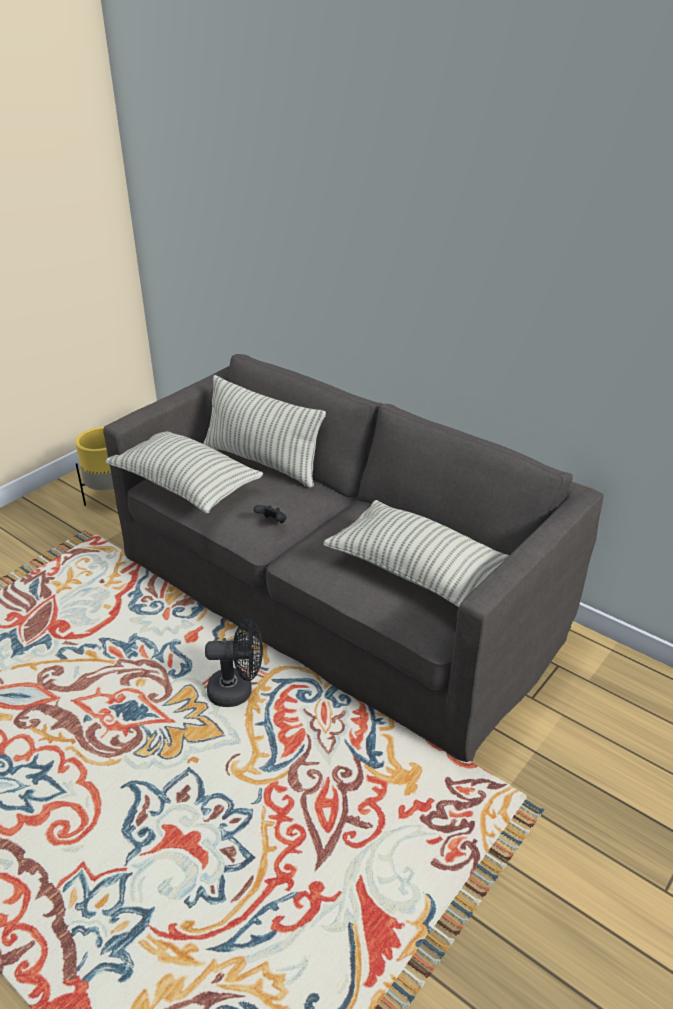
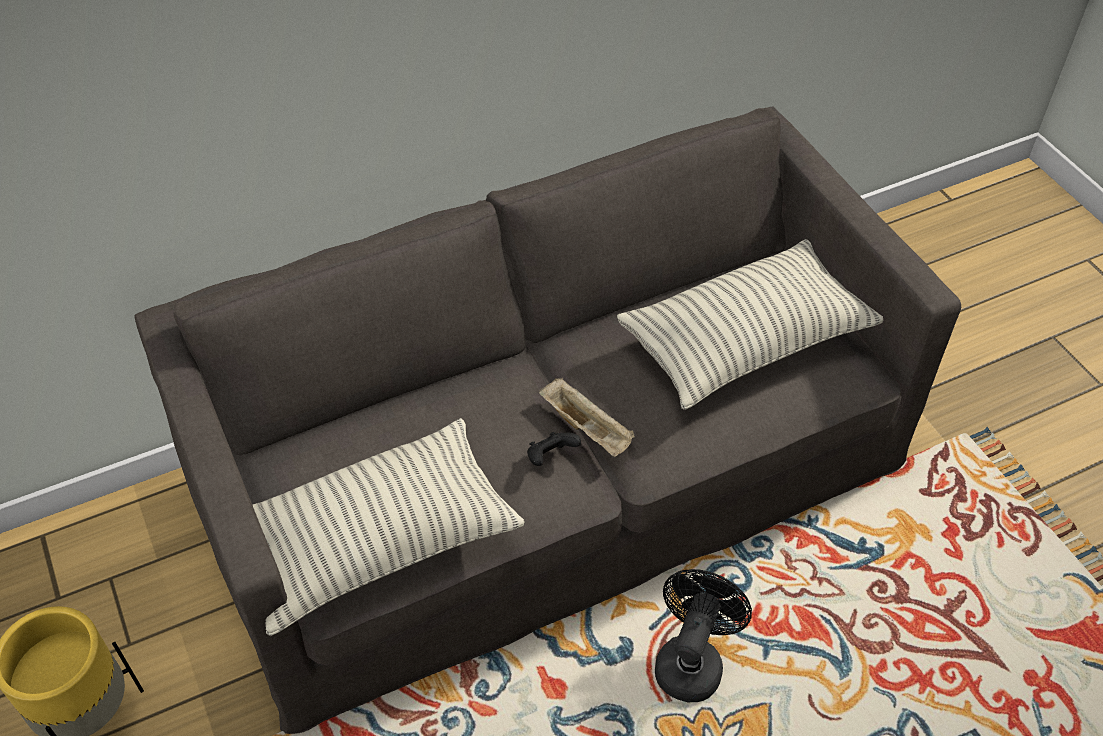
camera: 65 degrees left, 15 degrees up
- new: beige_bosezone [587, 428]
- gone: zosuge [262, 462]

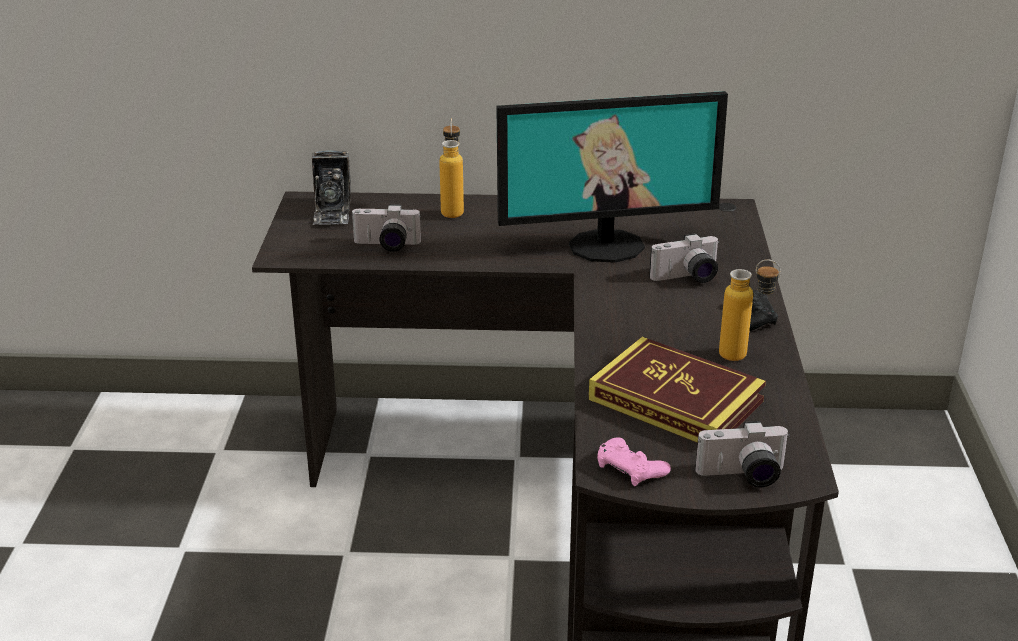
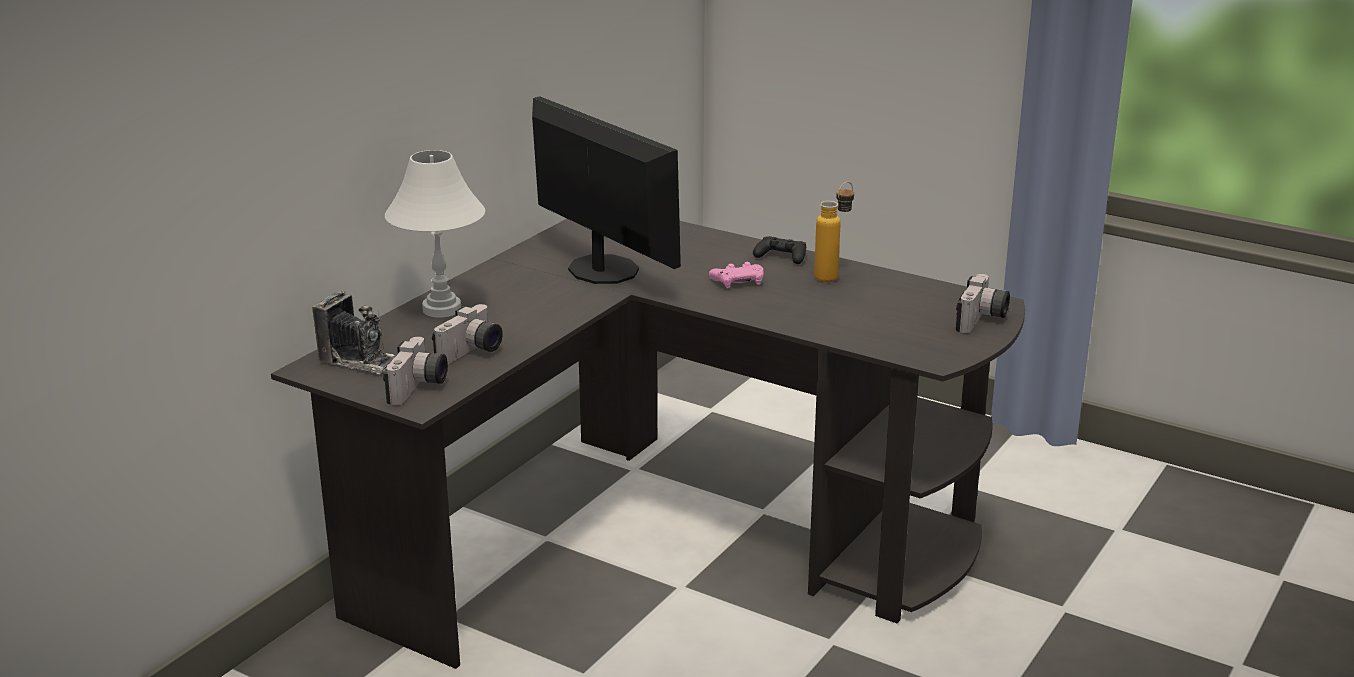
camera: 60 degrees left, 5 degrees down
- shifted: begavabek [687, 278] to [419, 388]
- swapped: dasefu [452, 209] to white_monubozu [442, 309]
- rotated: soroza [606, 245] = [601, 270] 60 degrees counterclockwise
- shifted: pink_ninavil [630, 469] to [738, 281]
- gone: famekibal [675, 400]

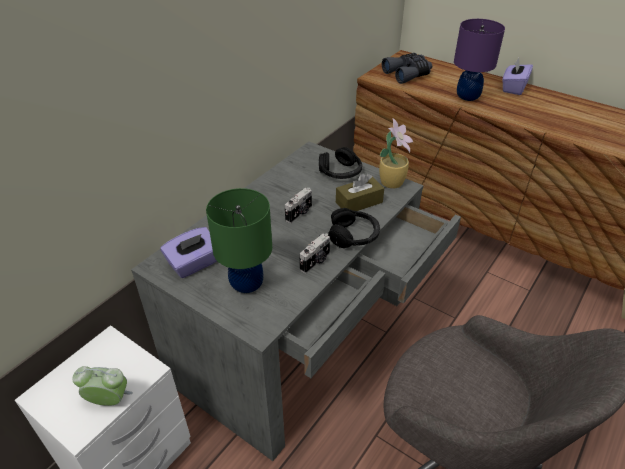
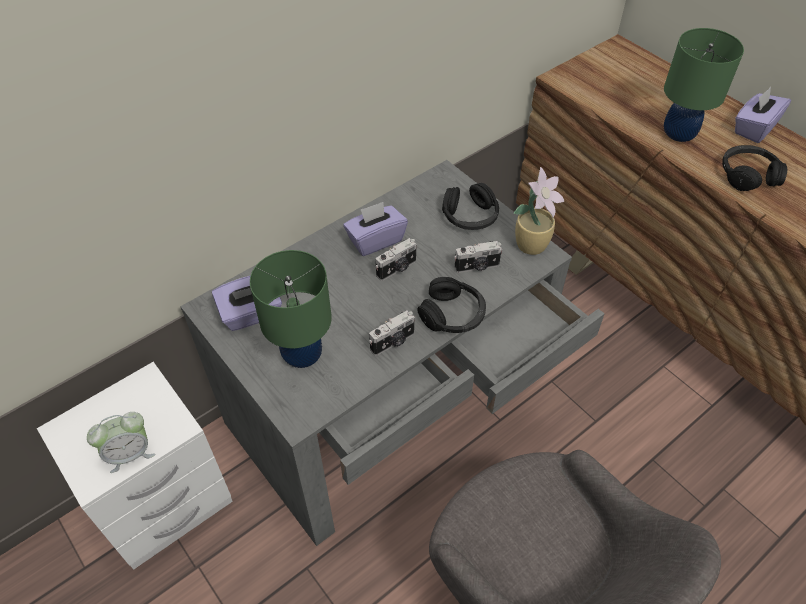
camera: 15 degrees right, 10 degrees up
- rotated: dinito [109, 400] = [130, 454] 135 degrees clockwise
- new: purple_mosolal [375, 240]
- swapped: brown_mosolal [359, 202] to begavabek [477, 267]
- repainted: purple_monubozu [468, 98] to green_monubozu [678, 136]
- new: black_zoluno [748, 175]
- gone: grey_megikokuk [408, 74]

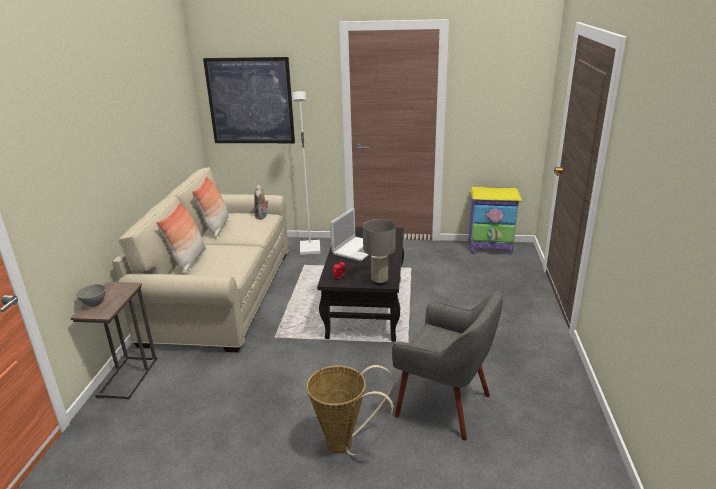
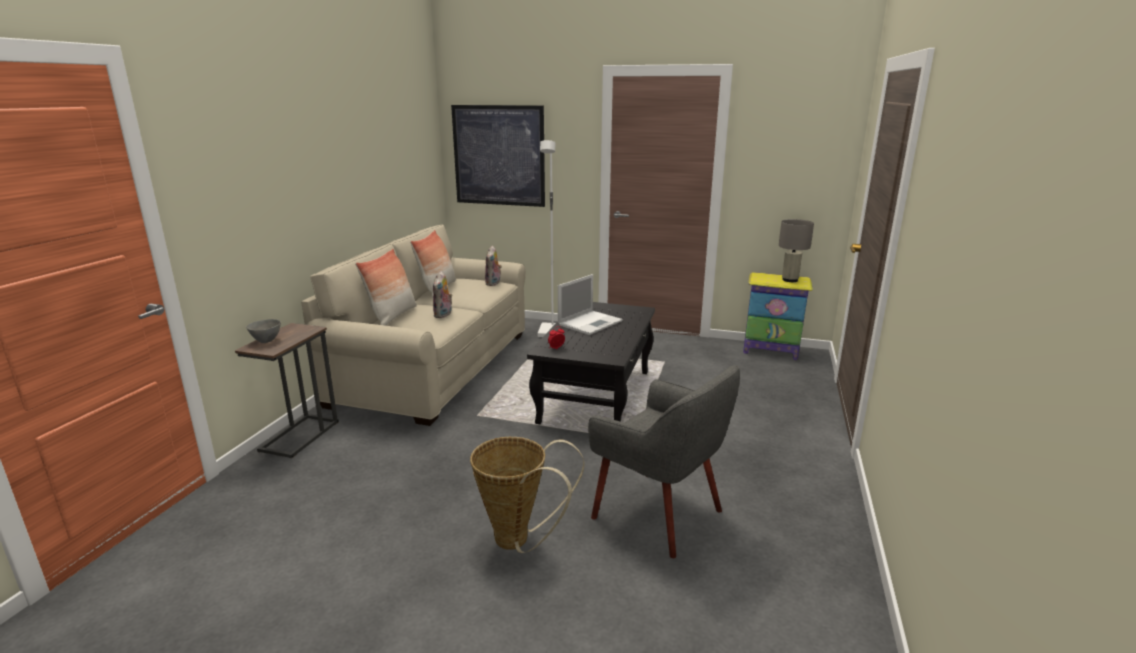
camera: 10 degrees right, 5 degrees down
- new: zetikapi [443, 315]
- shifted: grey_monubozu [380, 281] to [790, 280]

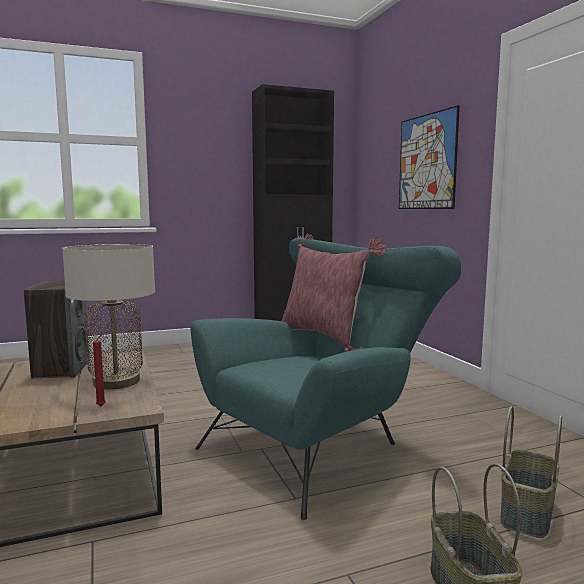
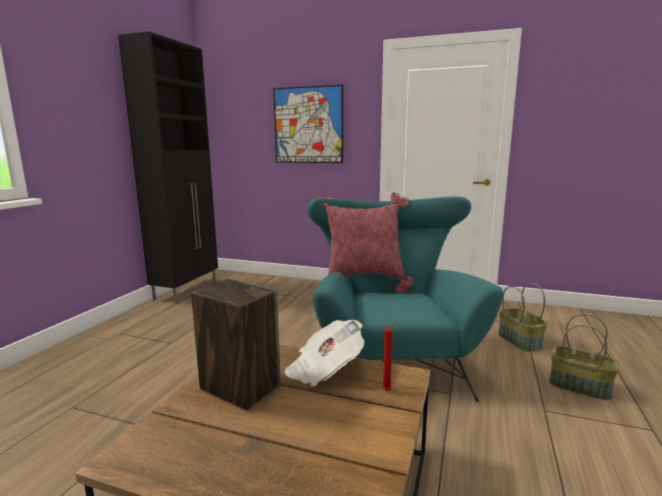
camera: 50 degrees left, 5 degrees up
- swapped: monubozu [116, 381] to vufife [324, 370]

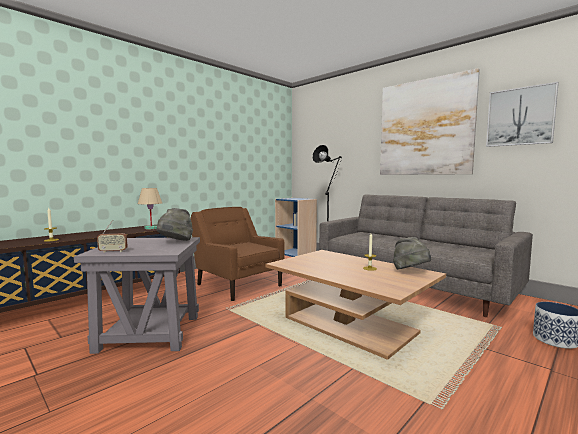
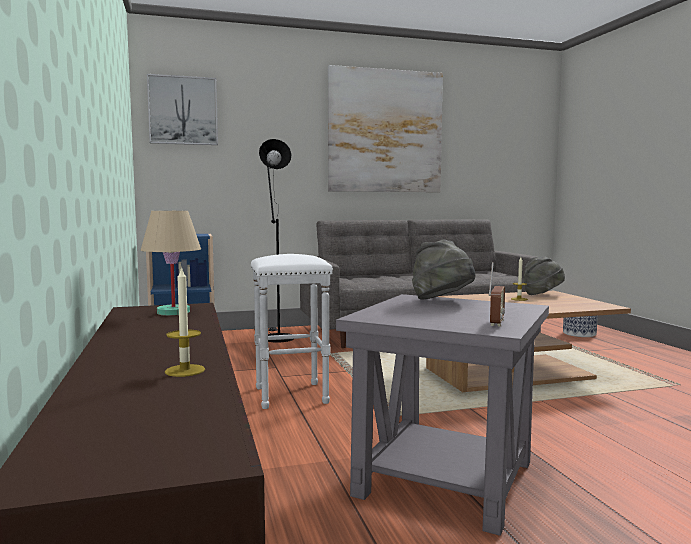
camera: 60 degrees left, 0 degrees up
- shifted: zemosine [520, 116] to [183, 110]
- swapped: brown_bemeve [238, 285] to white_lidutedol [289, 394]

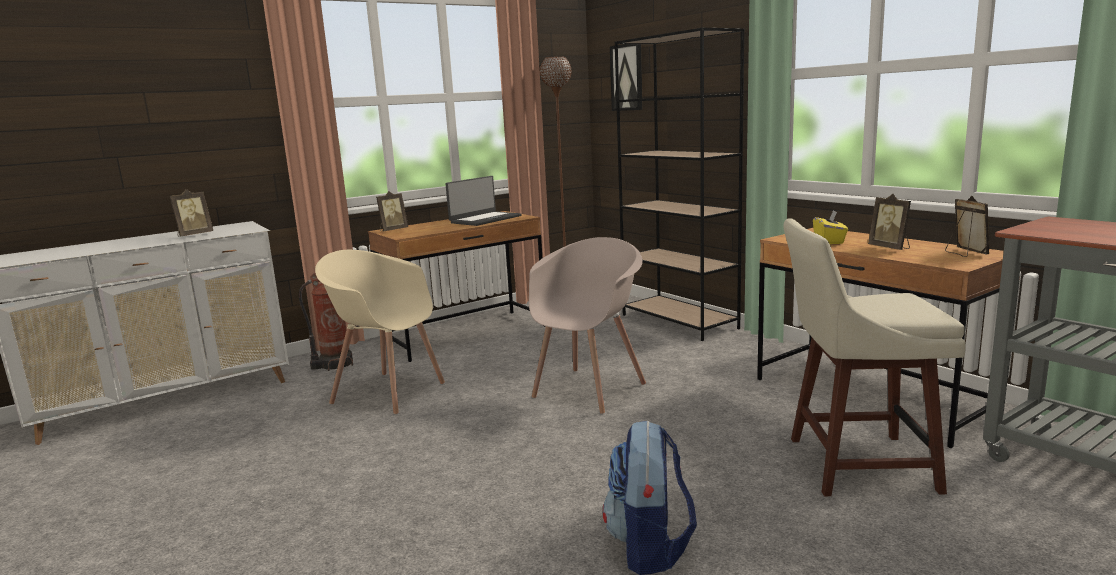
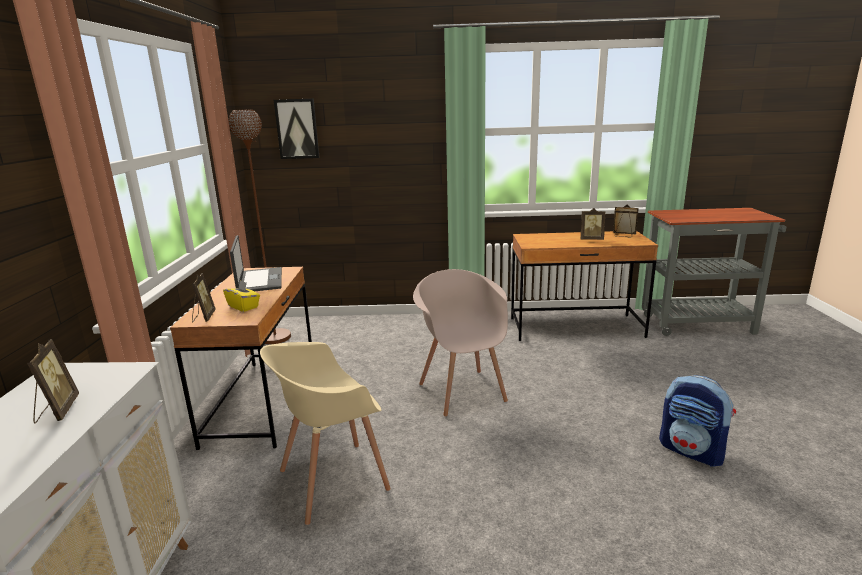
camera: 55 degrees left, 5 degrees up
- shifted: yellow_mosolal [829, 241] to [244, 306]
- gone: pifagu [334, 364]
- gone: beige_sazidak [680, 321]
- gone: beige_lidutedol [854, 464]

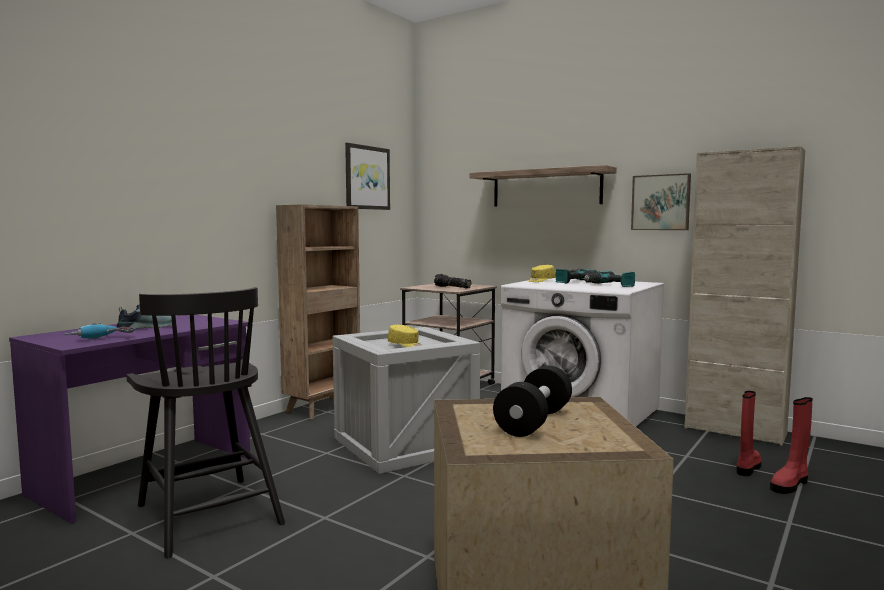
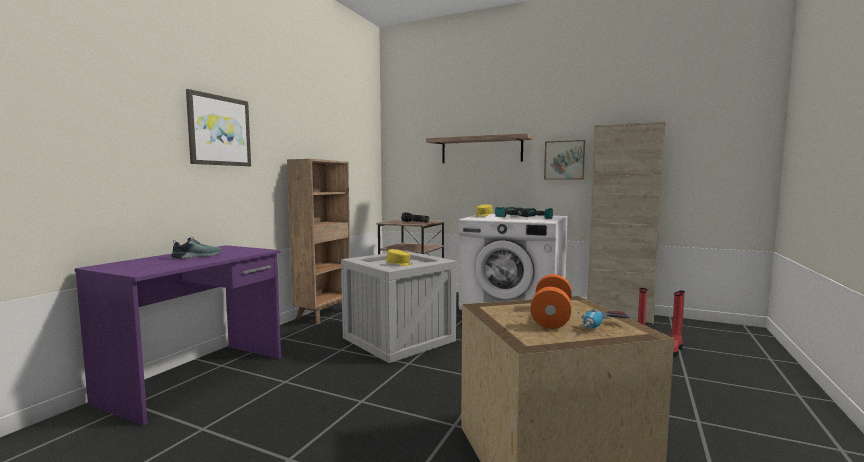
camera: 10 degrees left, 0 degrees up
- shifted: zemosine [367, 177] to [219, 130]
- repainted: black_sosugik [534, 422] to orange_sosugik [551, 317]
- shifted: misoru [101, 339] to [602, 328]
- gone: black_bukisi [207, 512]

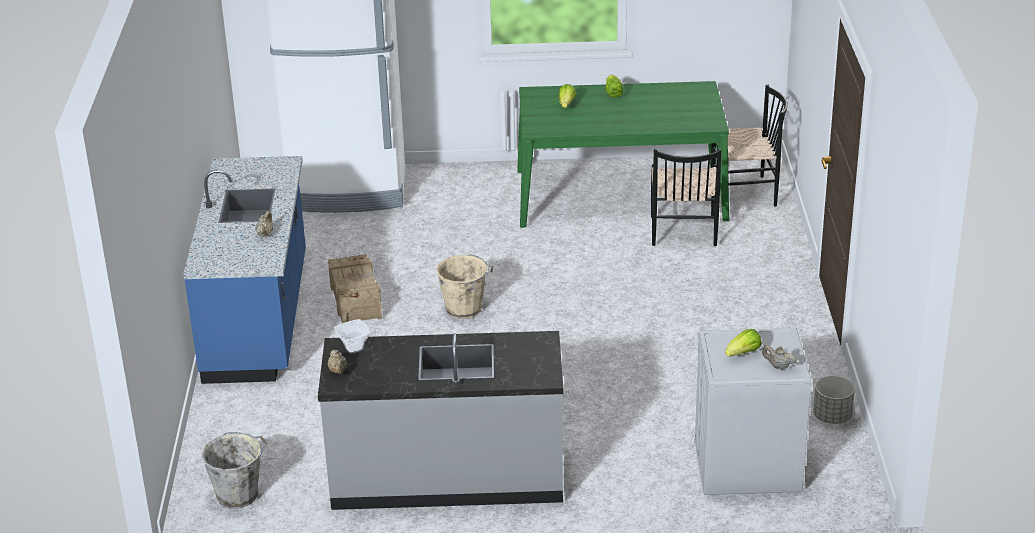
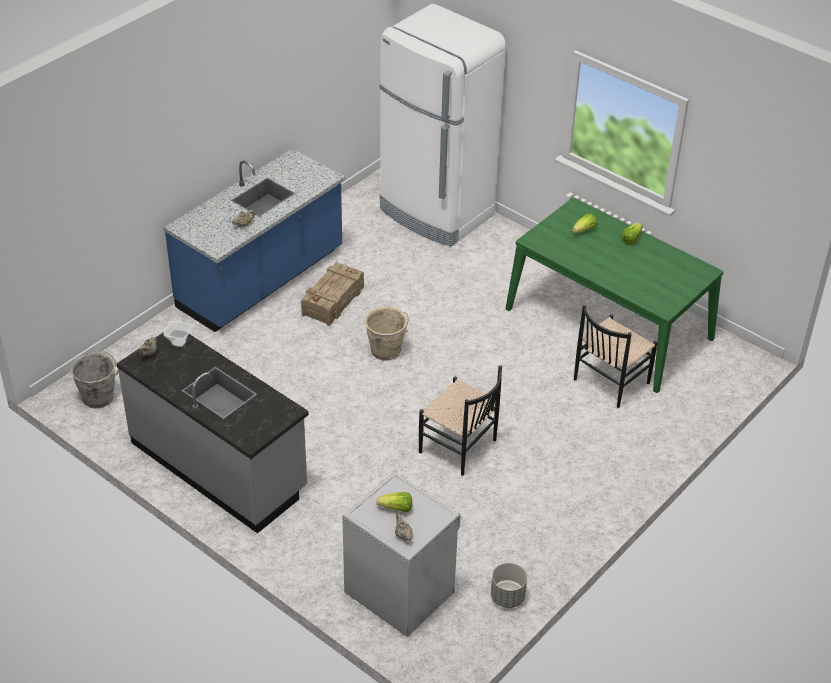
camera: 40 degrees right, 10 degrees up
- shifted: black_bukisi [747, 193] to [460, 448]

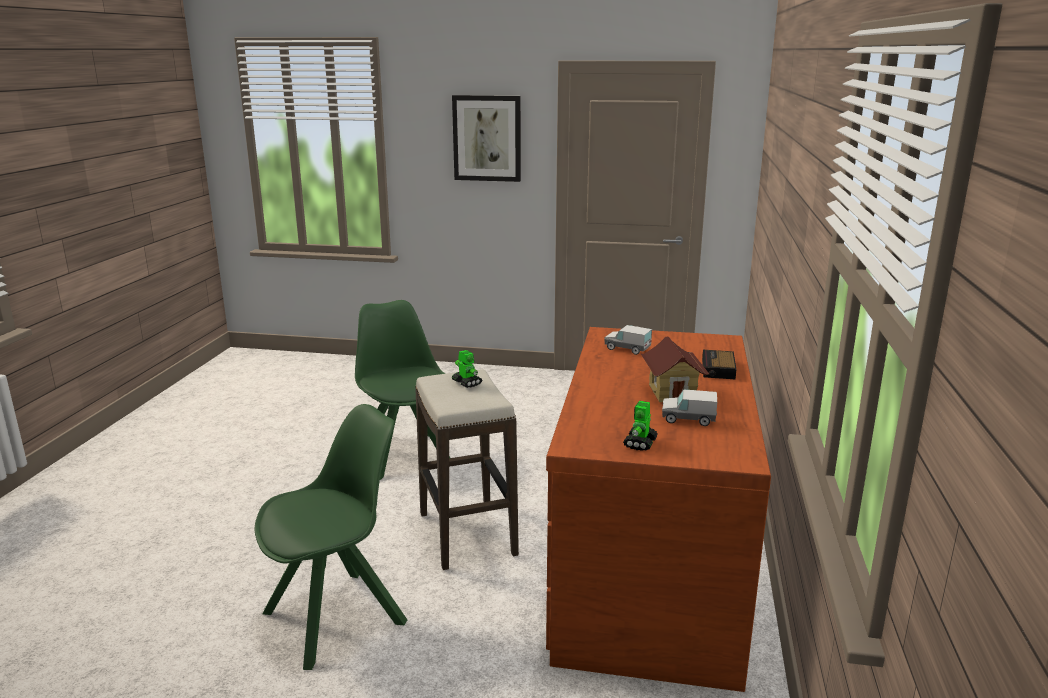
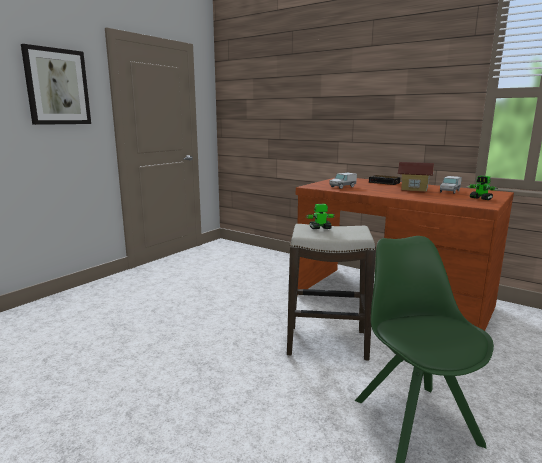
camera: 65 degrees left, 5 degrees down
- gone: green_bukisi [404, 454]

